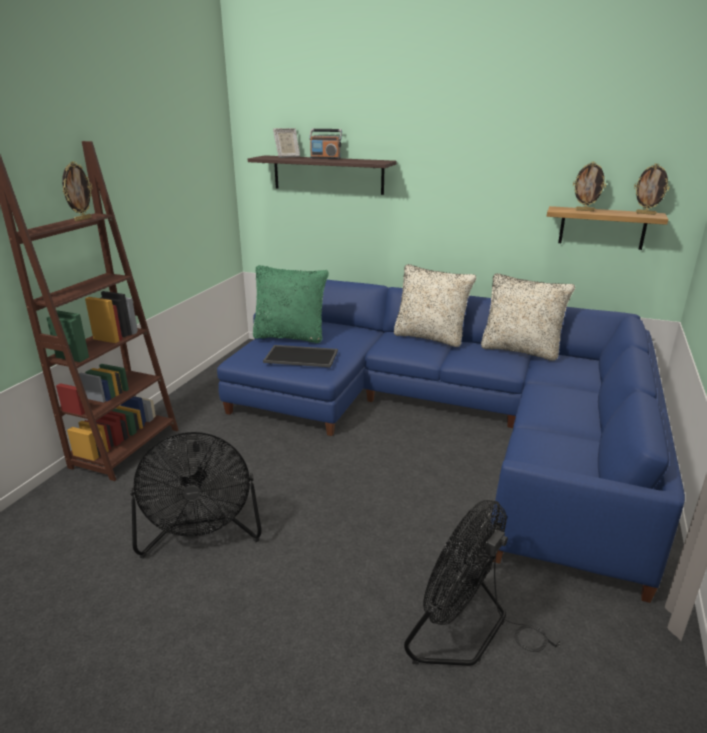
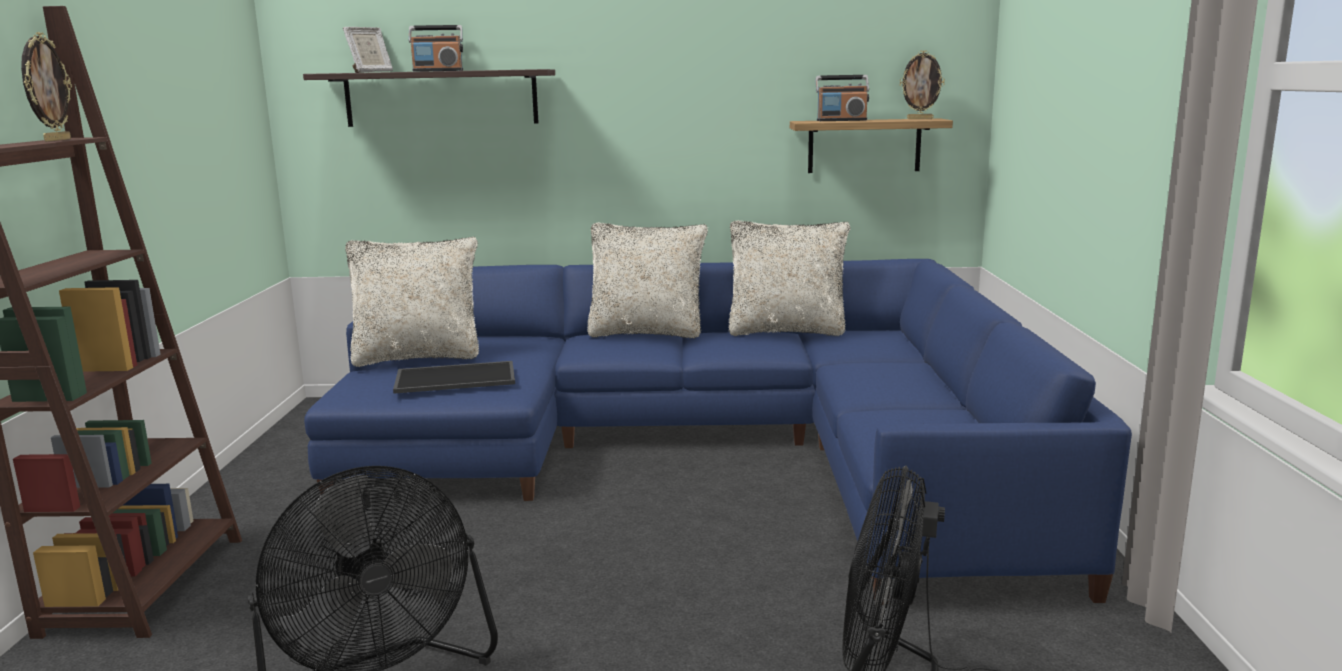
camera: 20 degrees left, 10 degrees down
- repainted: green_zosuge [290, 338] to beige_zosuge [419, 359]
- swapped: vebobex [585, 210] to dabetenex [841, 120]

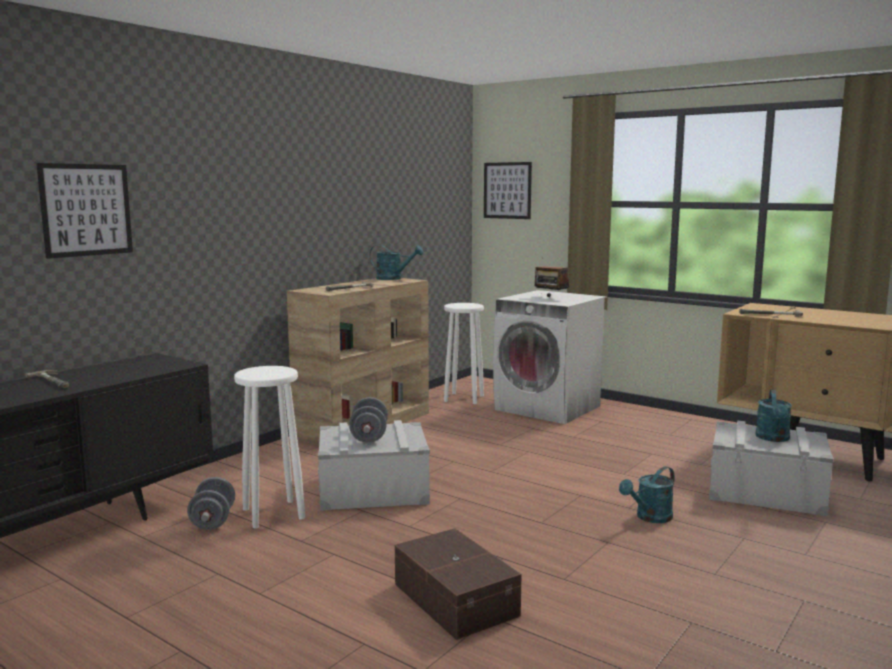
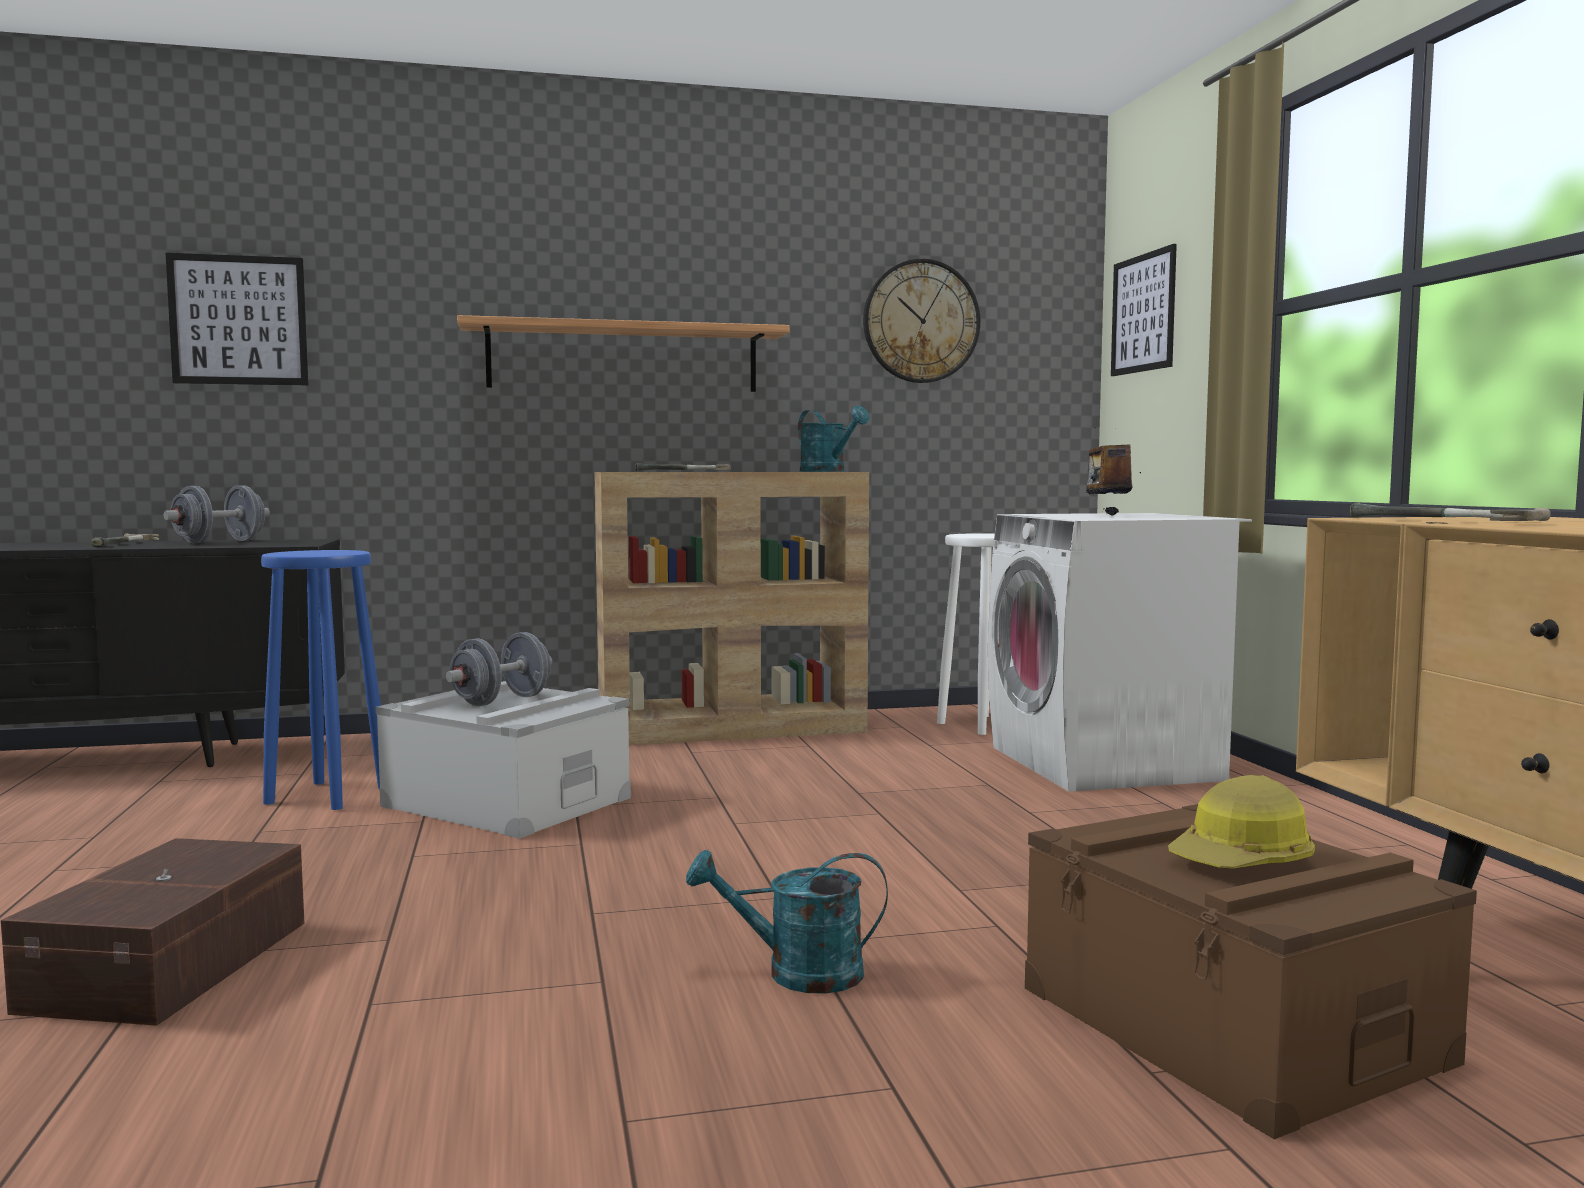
camera: 40 degrees right, 5 degrees down
- shifted: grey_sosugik [213, 521] to [220, 542]
- repainted: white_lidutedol [272, 514] to blue_lidutedol [326, 795]
- new: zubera [624, 358]
- new: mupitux [921, 321]
- repainted: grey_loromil [766, 491] to brown_loromil [1230, 1024]
- swapped: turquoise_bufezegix [773, 438] to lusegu [1242, 861]

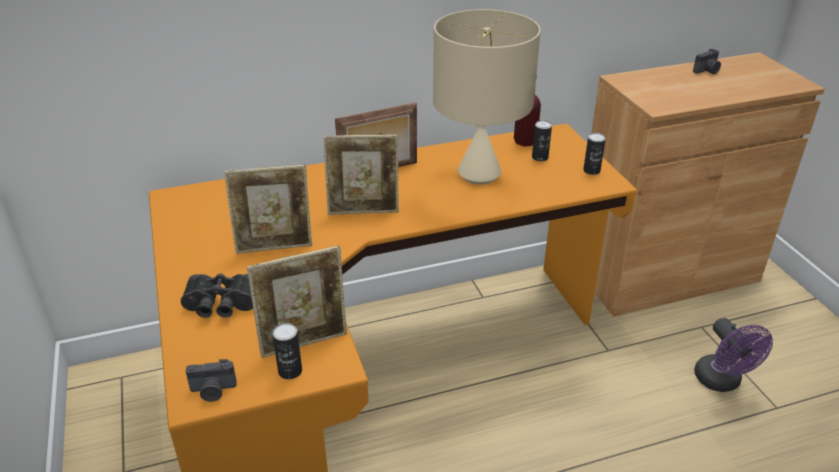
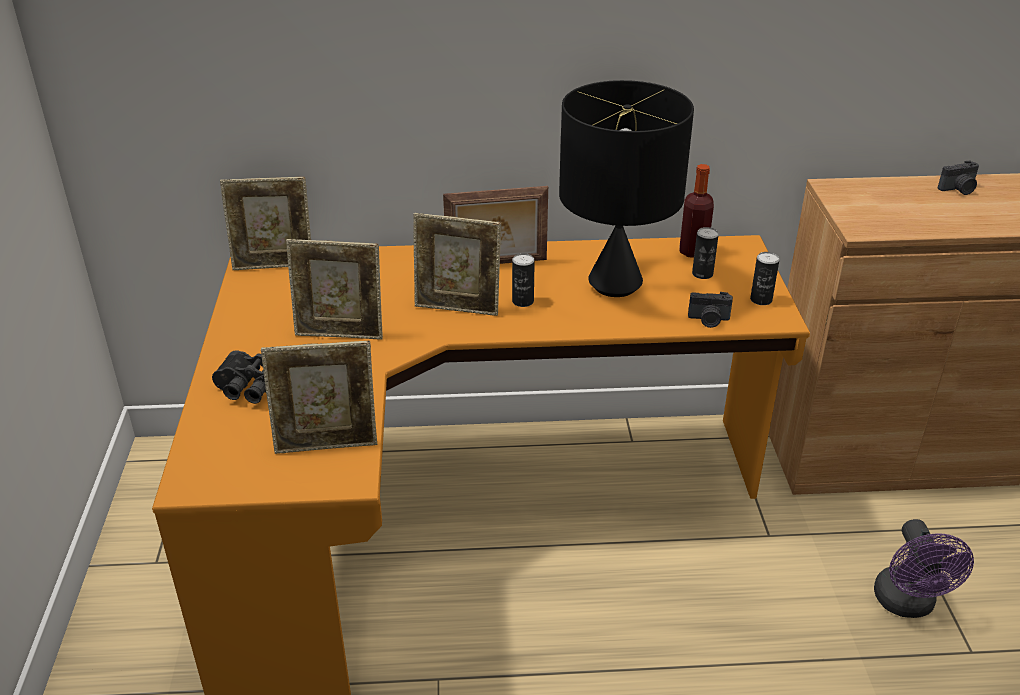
camera: 15 degrees right, 0 degrees up
- new: vebobex [274, 265]
- shifted: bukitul [290, 371] to [523, 301]
- repainted: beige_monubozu [479, 175] to black_monubozu [615, 286]
- shifted: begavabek [213, 391] to [708, 320]

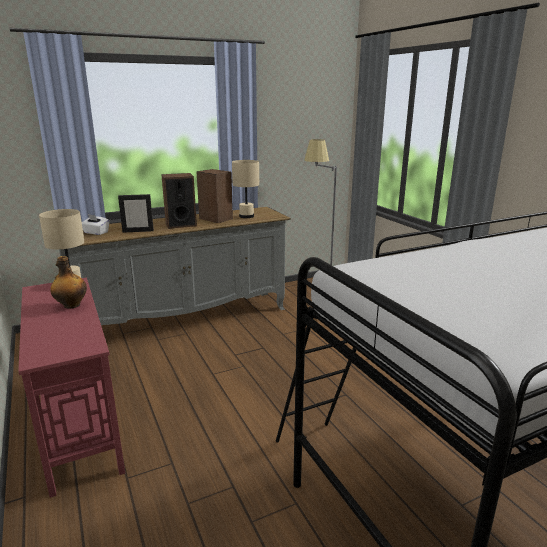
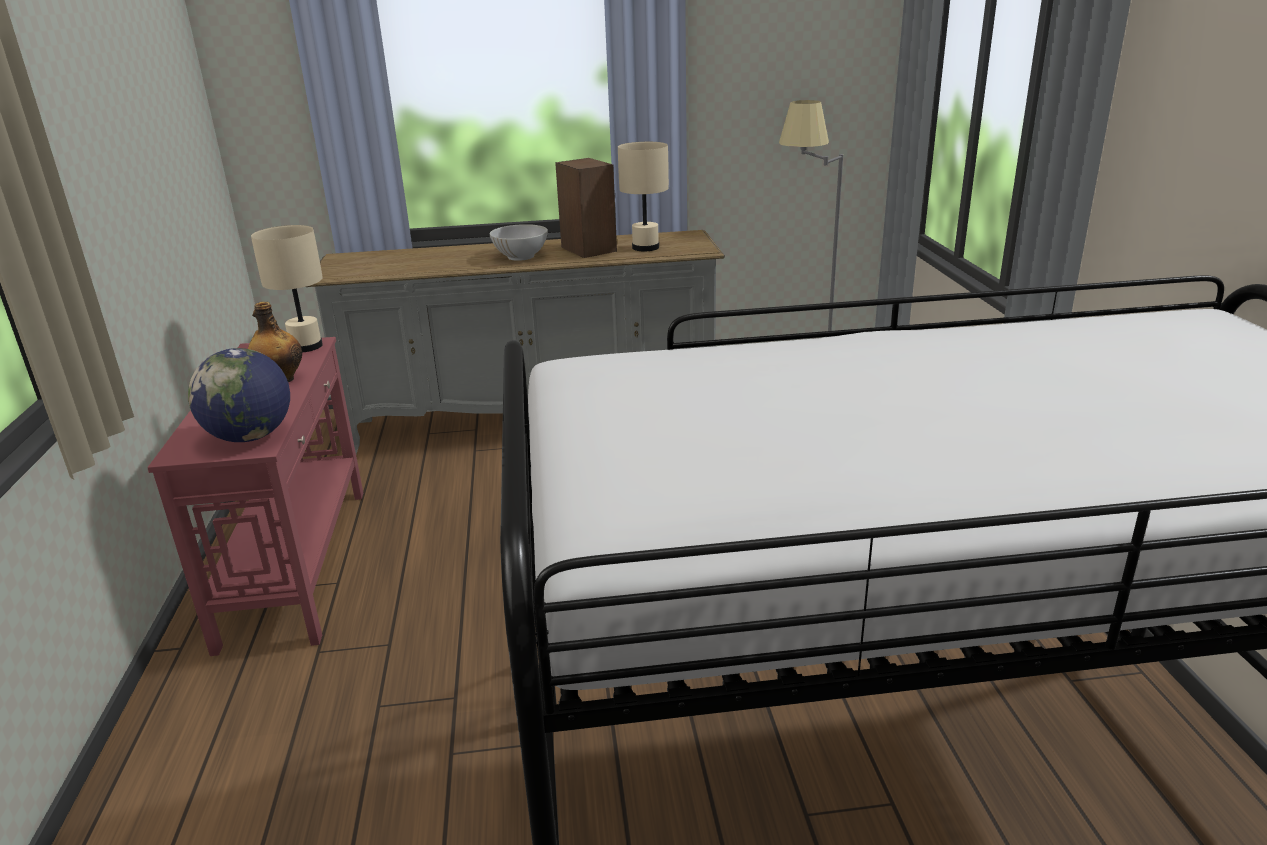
camera: 20 degrees right, 5 degrees up
- new: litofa [250, 437]
- swapped: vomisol [180, 224] to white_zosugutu [521, 256]
- gone: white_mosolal [96, 232]
- gone: vebobex [138, 231]

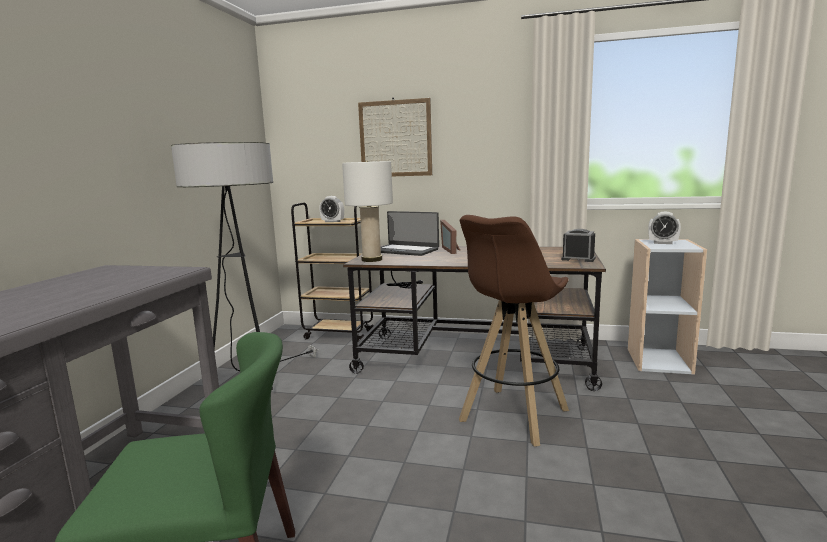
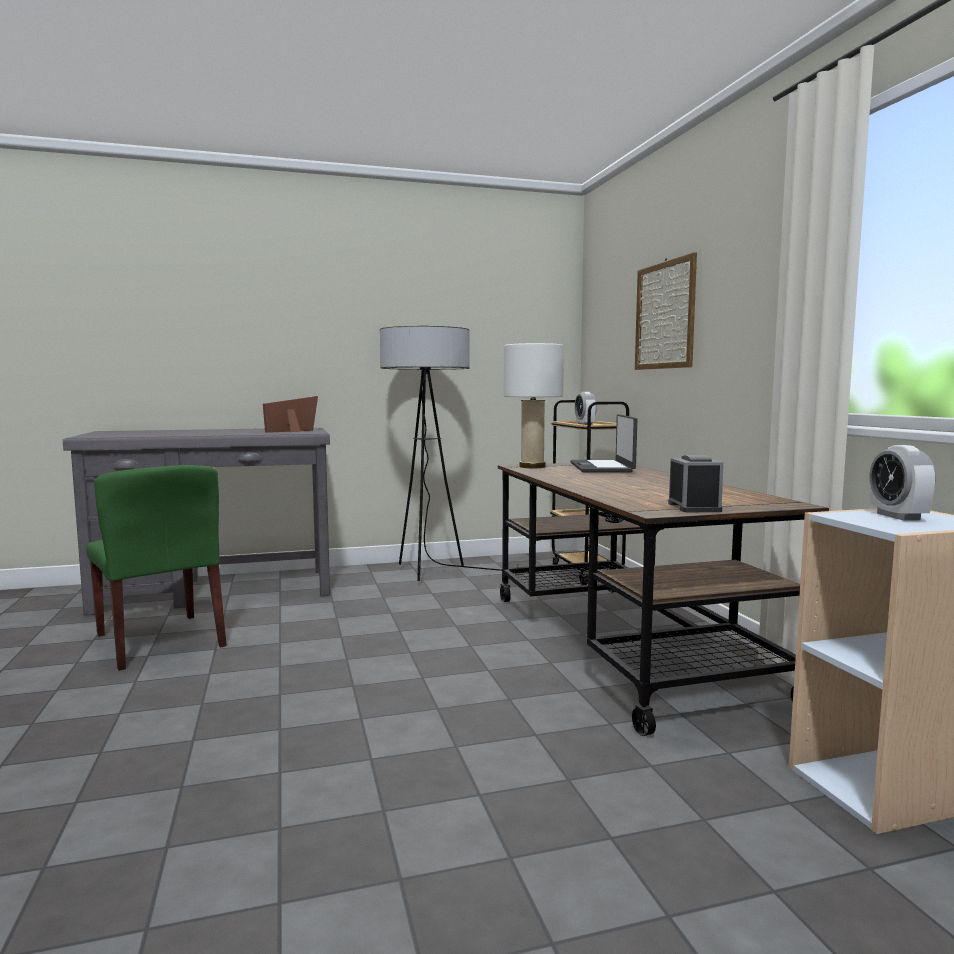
camera: 60 degrees right, 5 degrees down
- shifted: vebobex [452, 249] to [294, 431]
- gone: brown_lidutedol [512, 416]

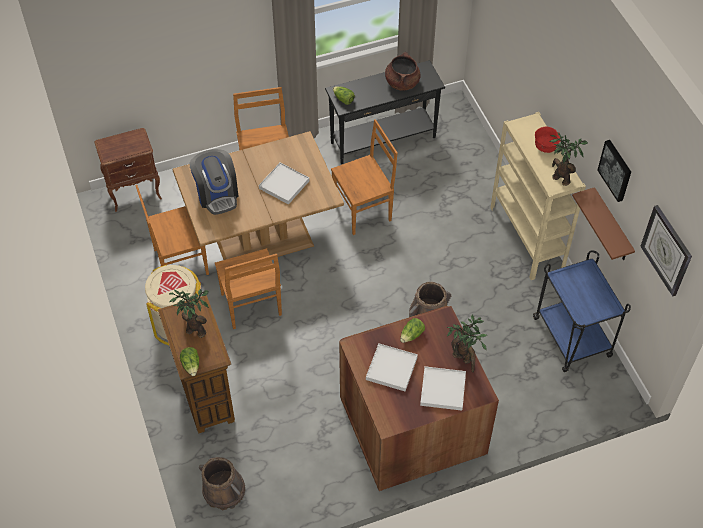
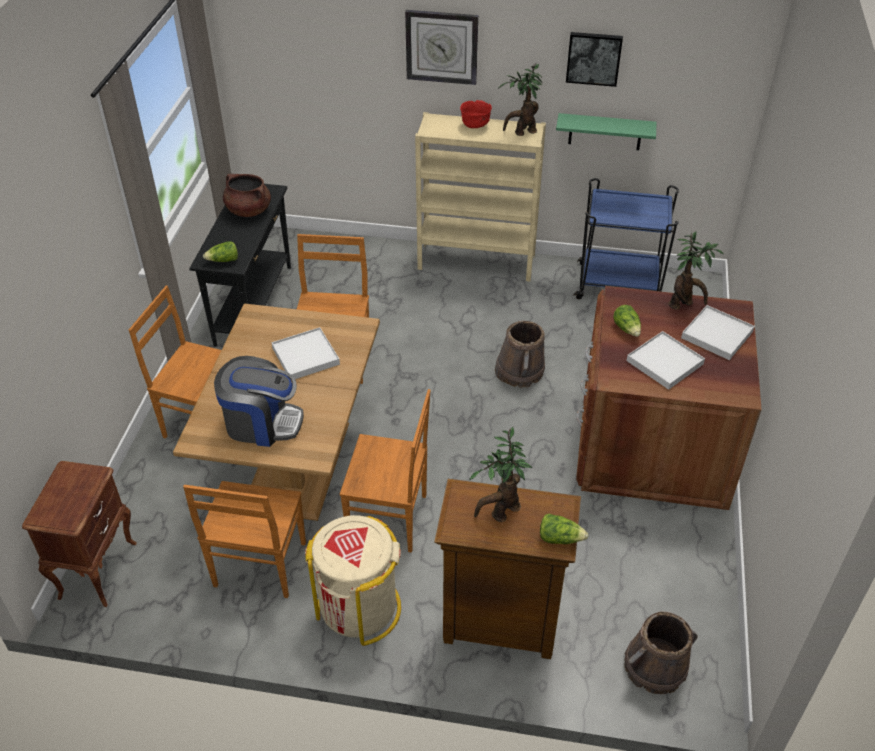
camera: 60 degrees left, 10 degrees down
- shifted: mupitux [667, 250] to [441, 47]
- repainted: brown_zubera [611, 227] to green_zubera [605, 132]

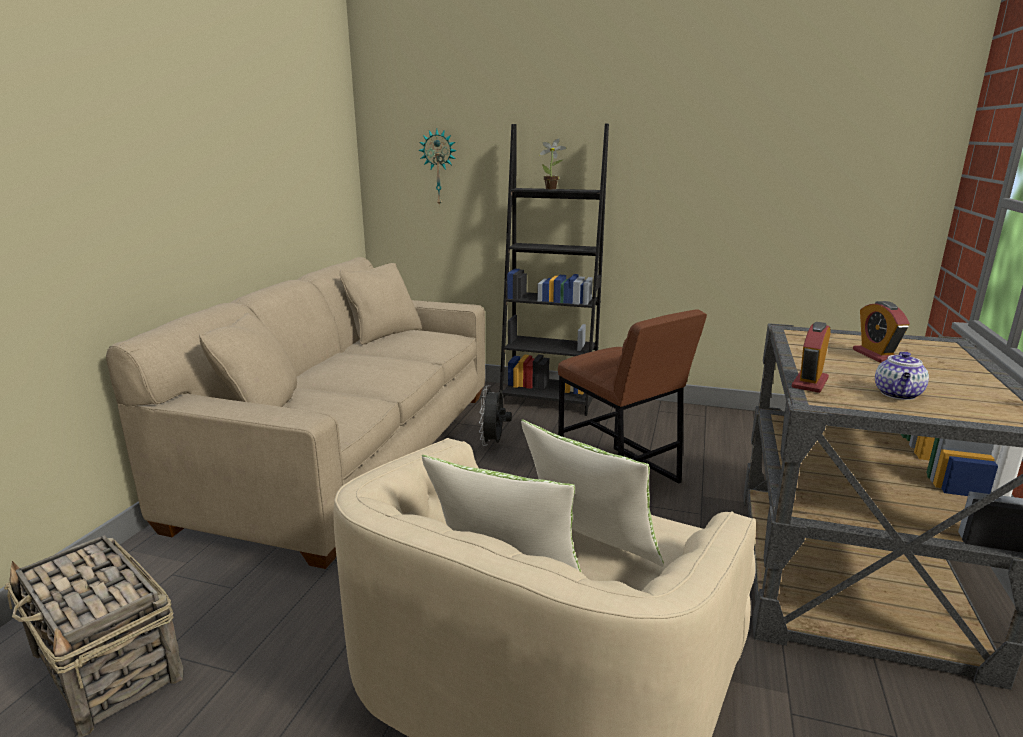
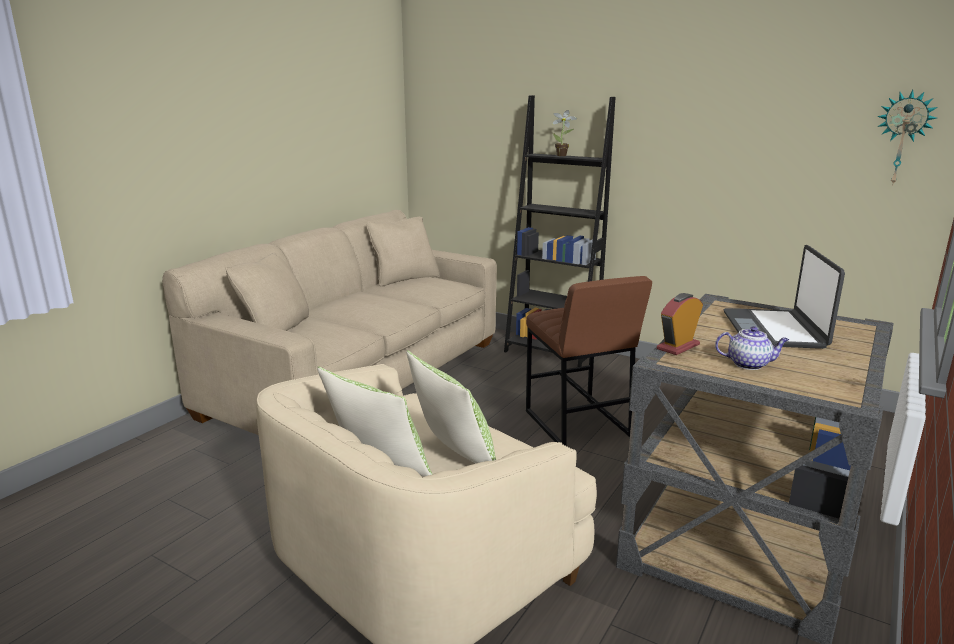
camera: 15 degrees right, 0 degrees up
- rotated: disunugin [898, 395] = [749, 364] 120 degrees counterclockwise
- swapped: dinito [876, 355] to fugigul [774, 330]
- shifted: mupitux [439, 167] to [902, 138]
- gone: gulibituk [107, 667]
- gone: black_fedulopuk [494, 443]

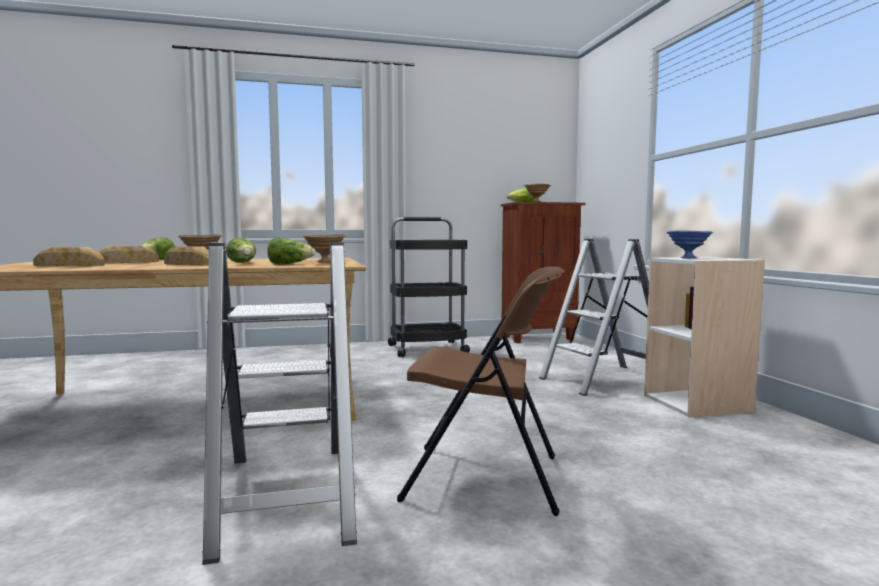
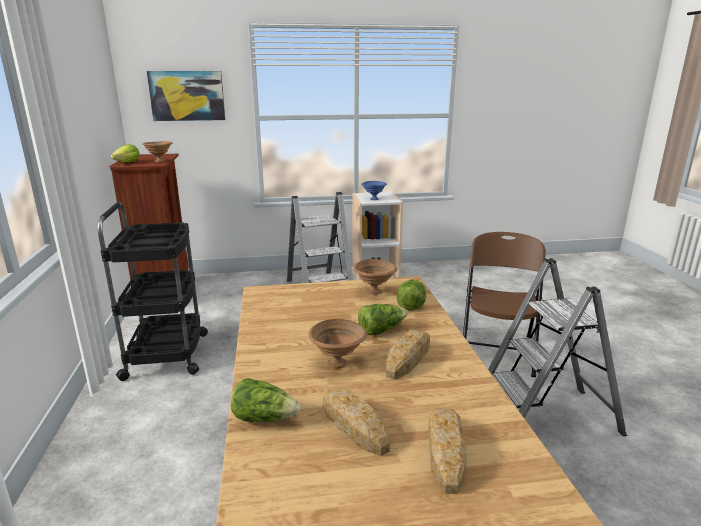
camera: 85 degrees left, 15 degrees up
- new: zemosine [187, 96]

